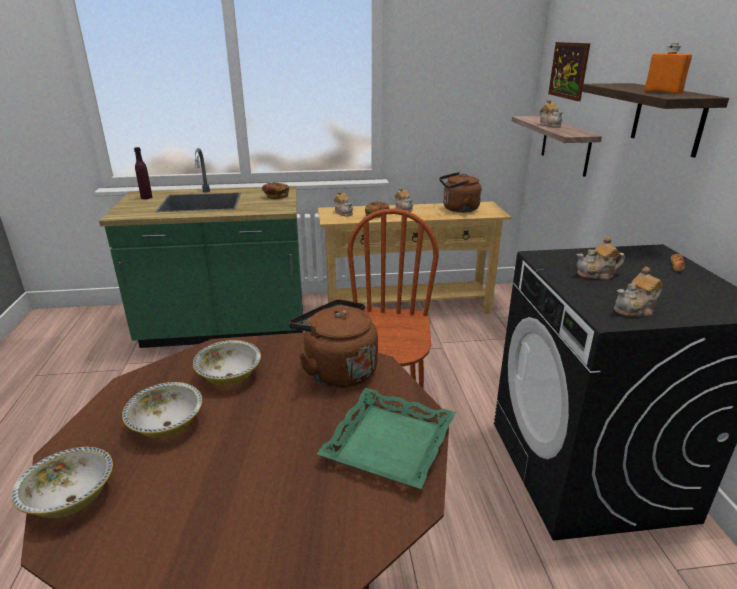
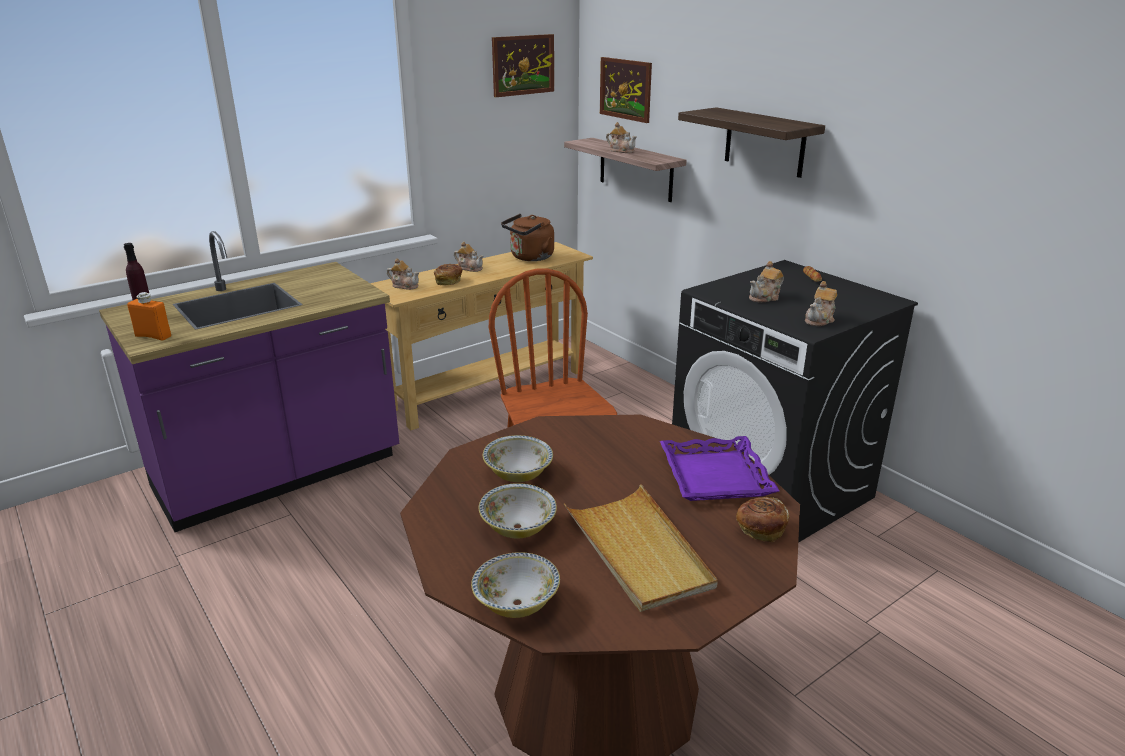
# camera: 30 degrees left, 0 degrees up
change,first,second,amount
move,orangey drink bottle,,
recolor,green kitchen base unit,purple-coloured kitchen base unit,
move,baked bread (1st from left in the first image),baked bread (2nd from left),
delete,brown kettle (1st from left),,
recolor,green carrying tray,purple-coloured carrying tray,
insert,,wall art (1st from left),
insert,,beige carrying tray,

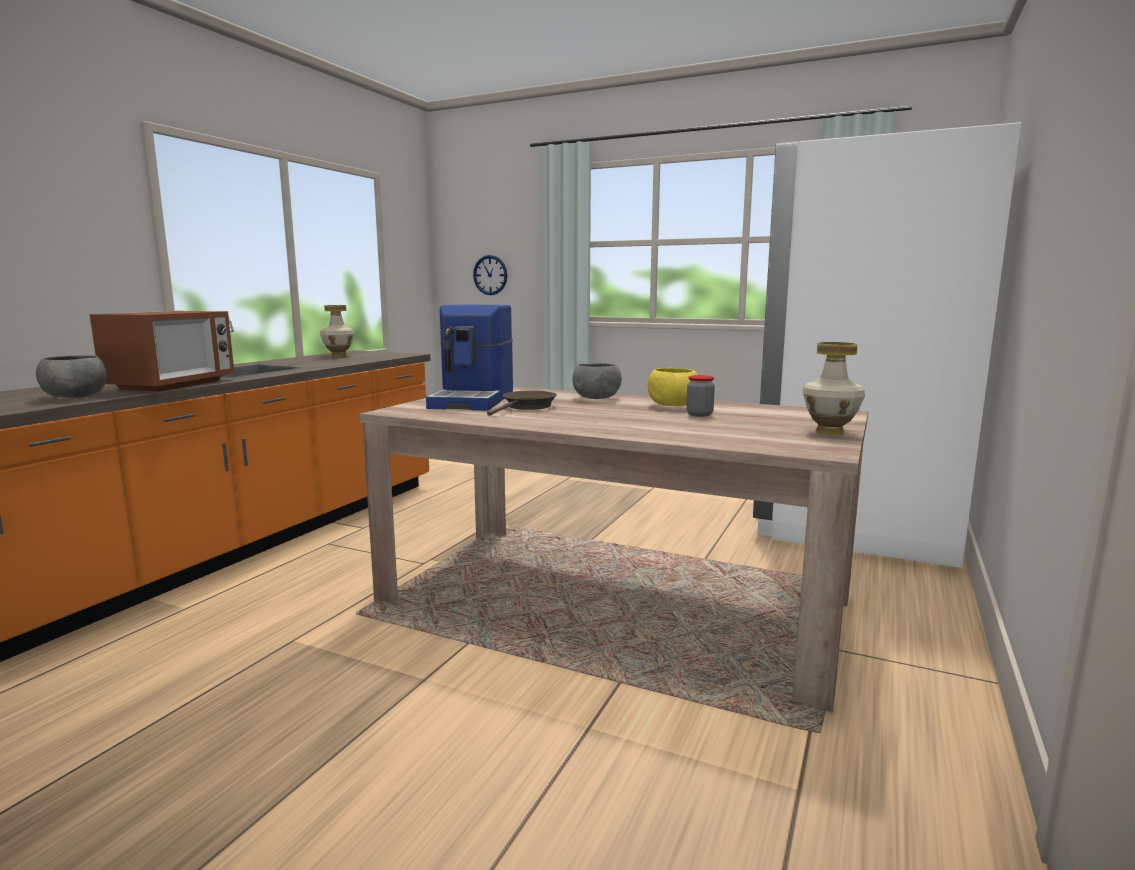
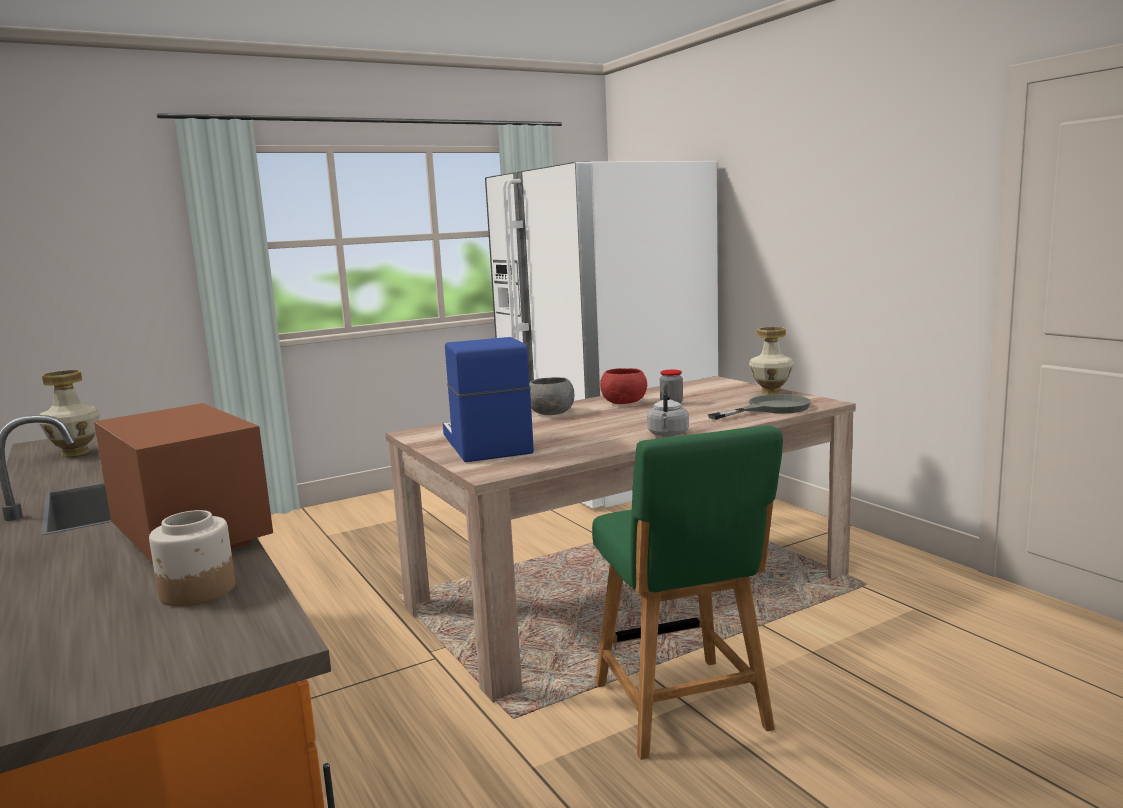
# camera: 55 degrees left, 0 degrees up
change,first,second,amount
delete,wall clock,,
rotate,coffee machine,,150 degrees counterclockwise
replace,greyish bowl (1st from left),jar (1st from left),
recolor,yellowish bowl,reddish bowl,
delete,brown frying pan,,
insert,,greyish kettle,
insert,,greyish frying pan,
insert,,green upright chair,

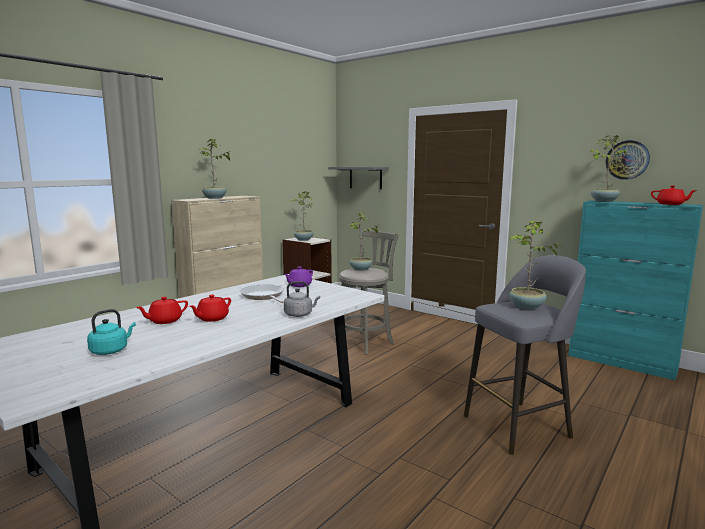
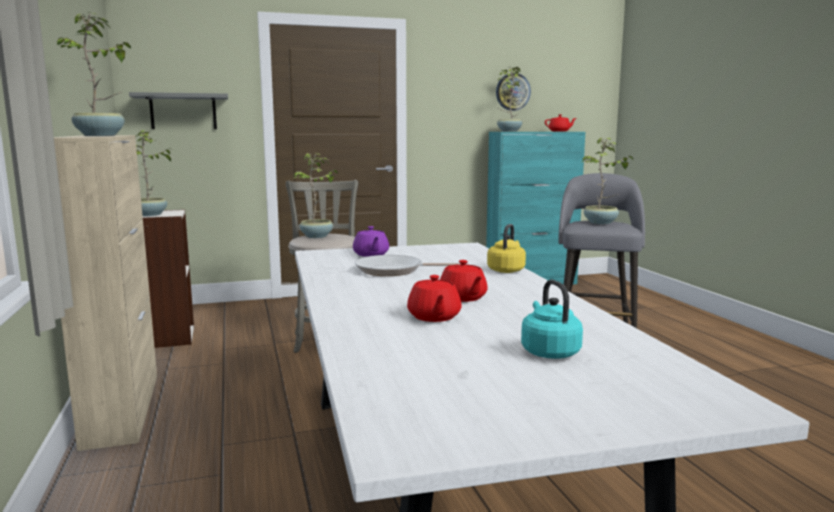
# camera: 55 degrees left, 0 degrees up
change,first,second,amount
recolor,greyish kettle,yellowish kettle,

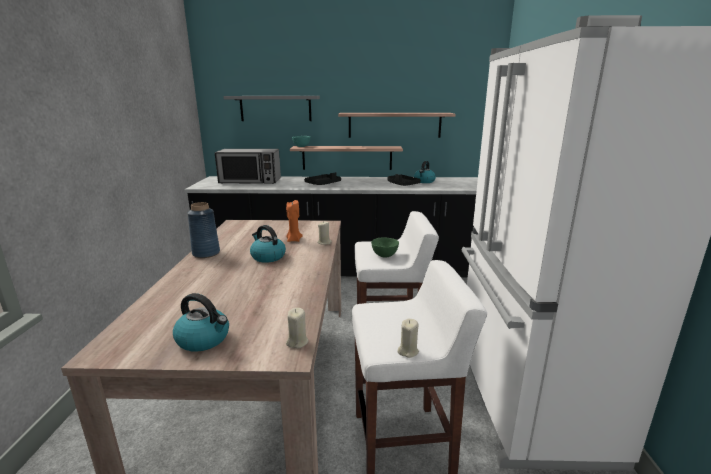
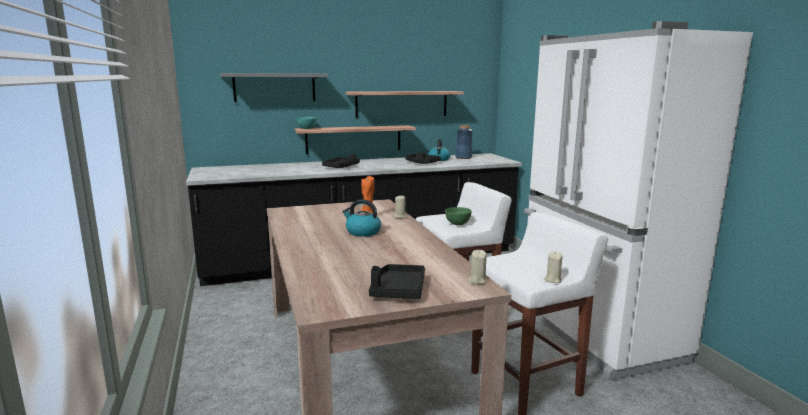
# camera: 20 degrees left, 5 degrees down
change,first,second,amount
delete,microwave oven,,
move,bluish vase,,
replace,kettle (1st from left),blackish carrying tray (2nd from left),

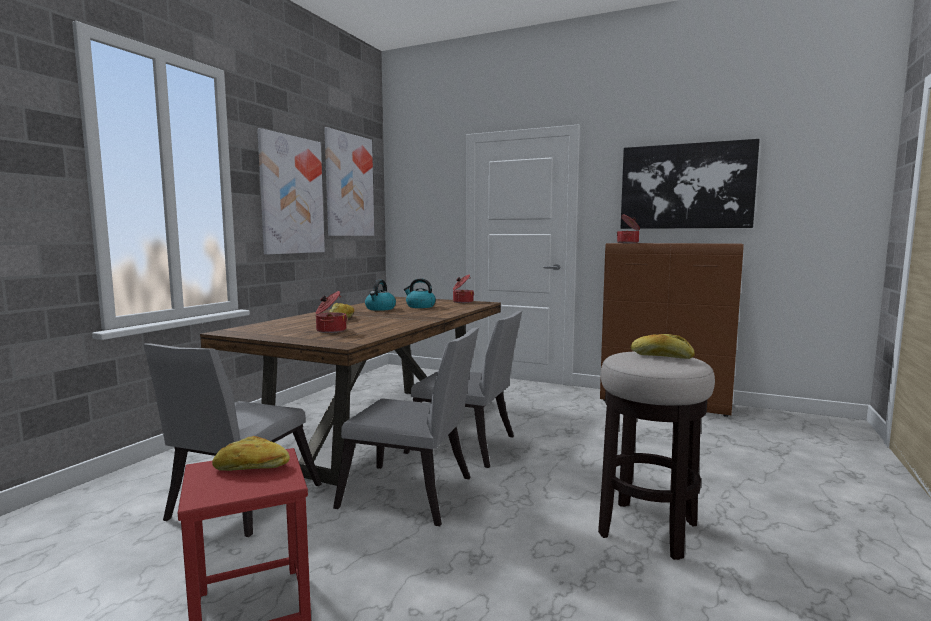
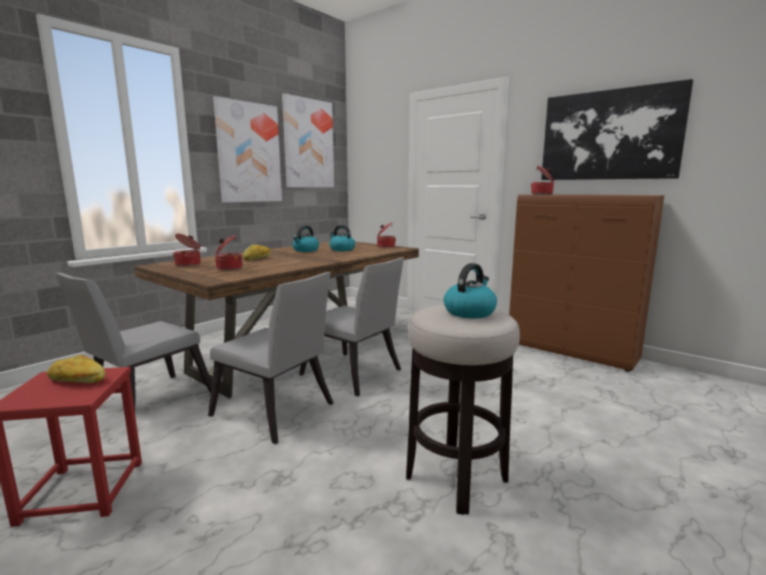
# camera: 15 degrees right, 5 degrees up
change,first,second,amount
replace,baked bread (3rd from left),kettle (3rd from left),
insert,,stockpot (1st from left),

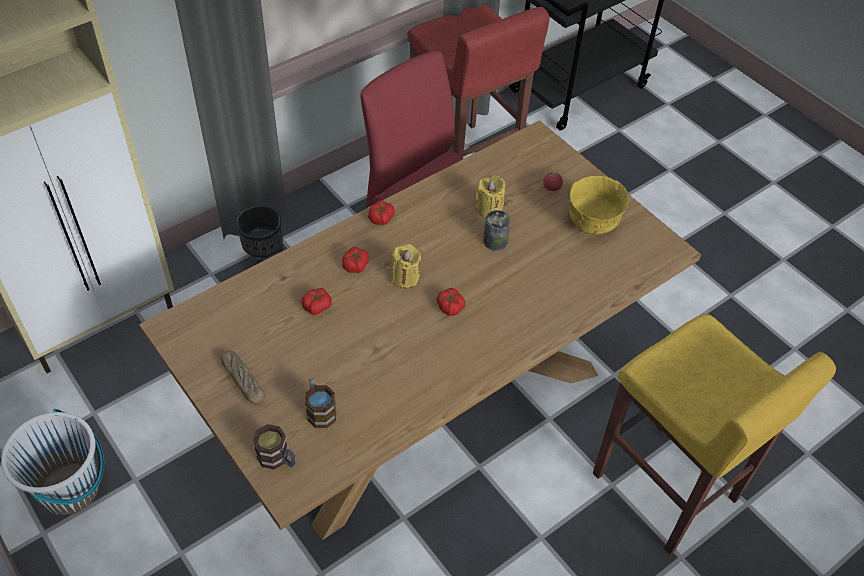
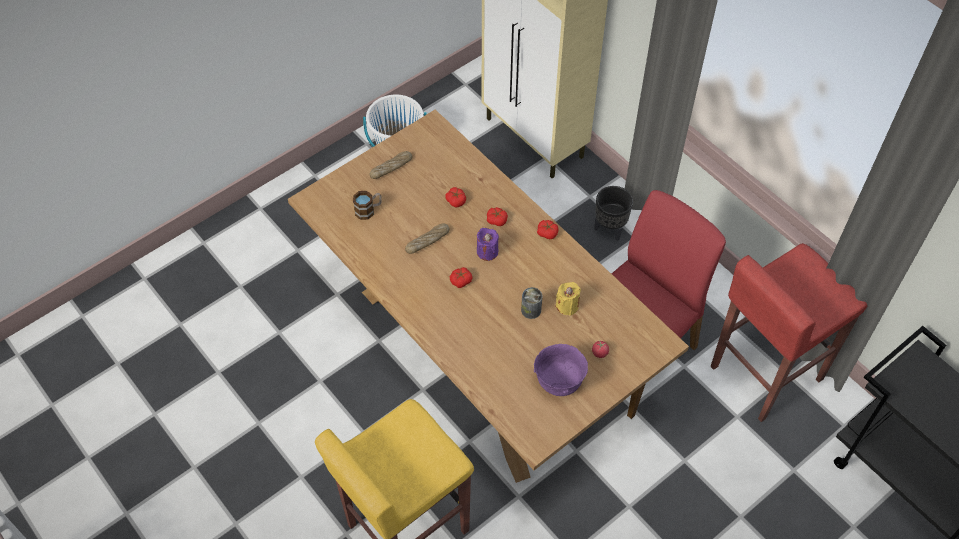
# camera: 90 degrees right, 5 degrees up
change,first,second,amount
recolor,yellowish bowl,purple-coloured bowl,
recolor,yellowish wax candle (1st from left),purple-coloured wax candle,
delete,mug (1st from left),,
insert,,baked bread (2nd from left),

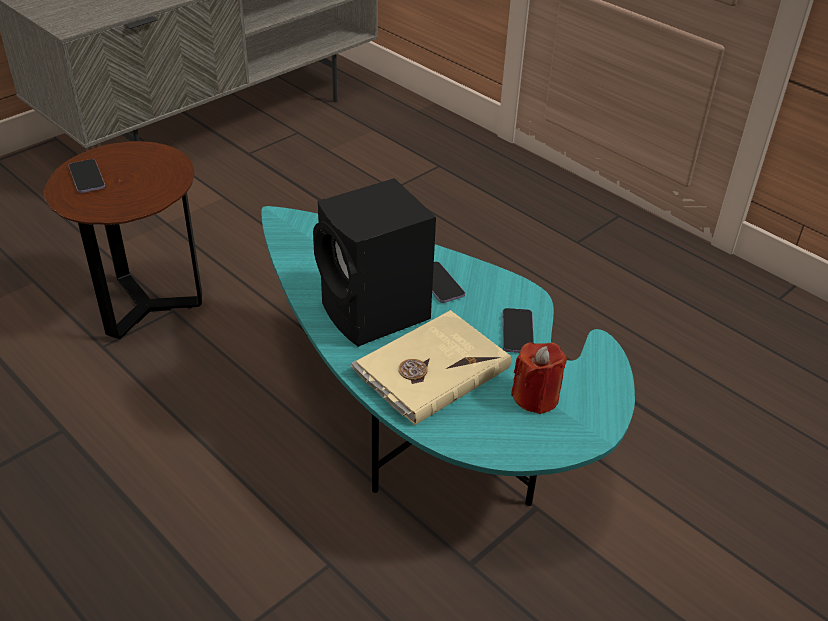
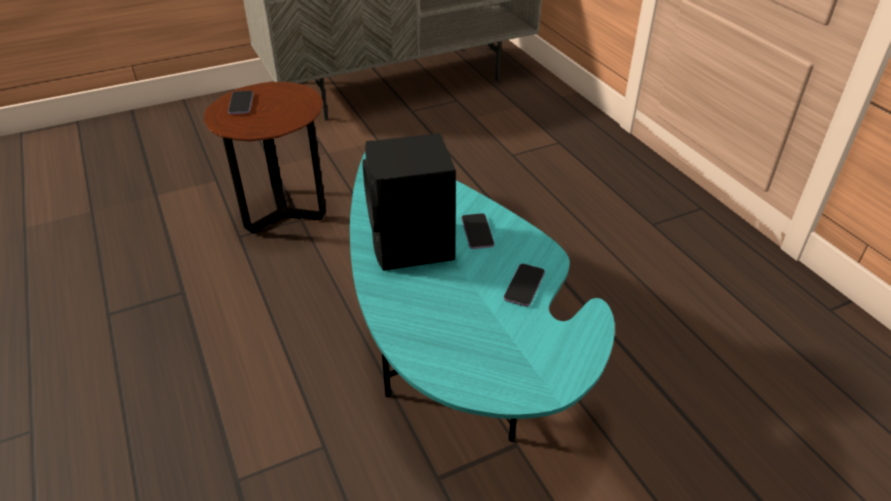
# camera: 20 degrees right, 0 degrees up
change,first,second,amount
delete,beige book,,
delete,reddish wax candle,,

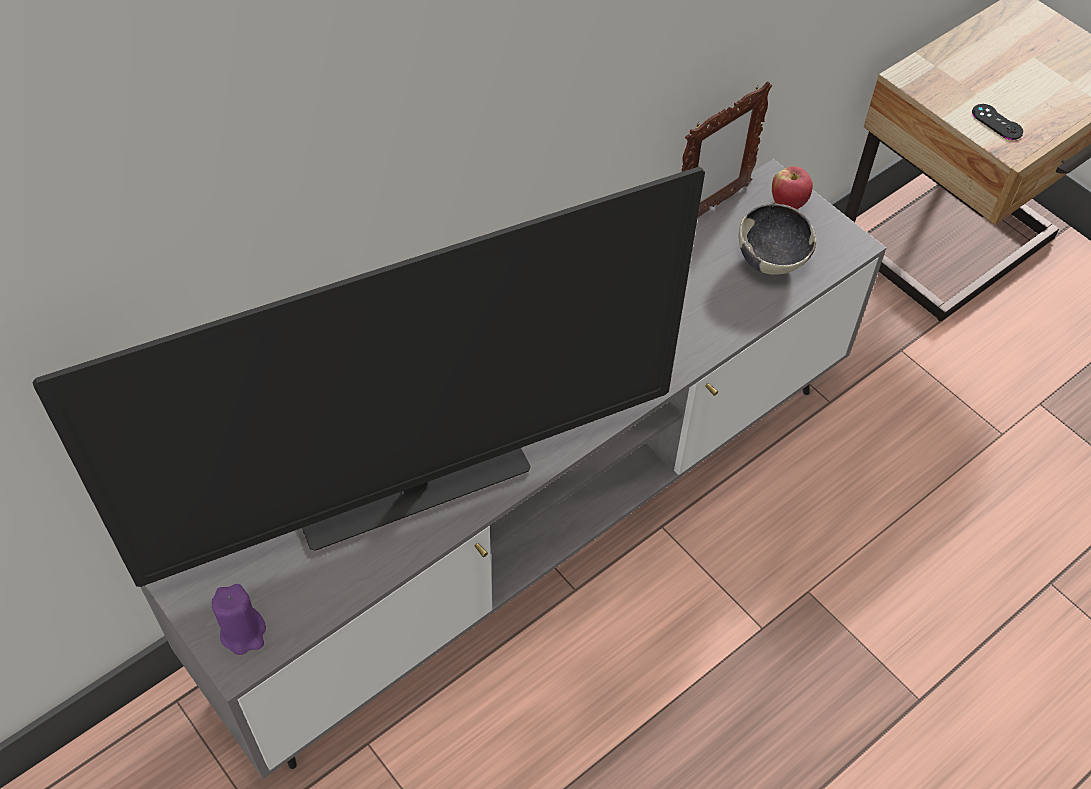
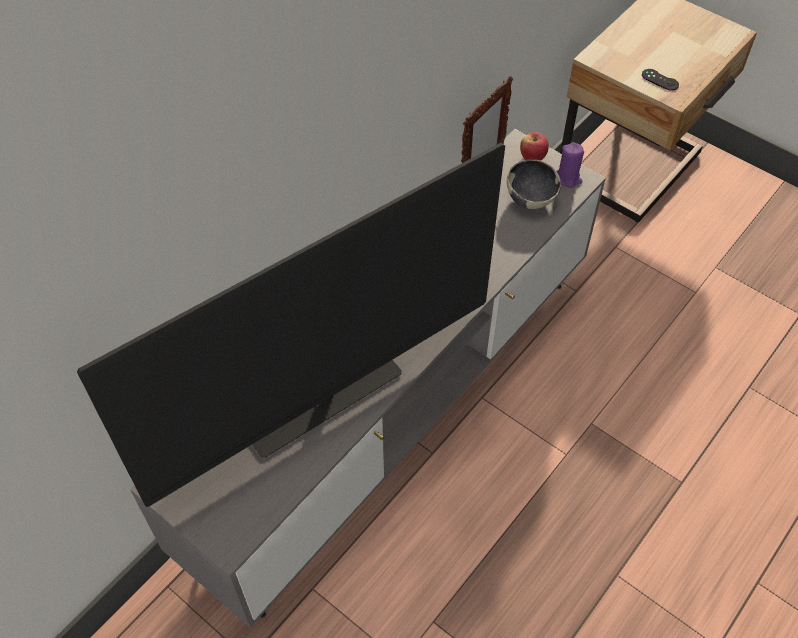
# camera: 10 degrees left, 0 degrees up
change,first,second,amount
move,purple-coloured wax candle,,

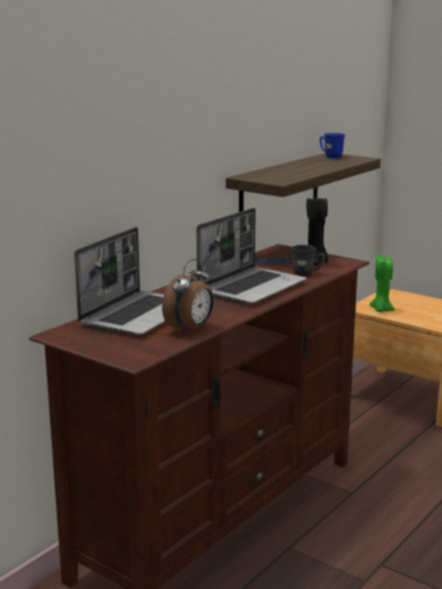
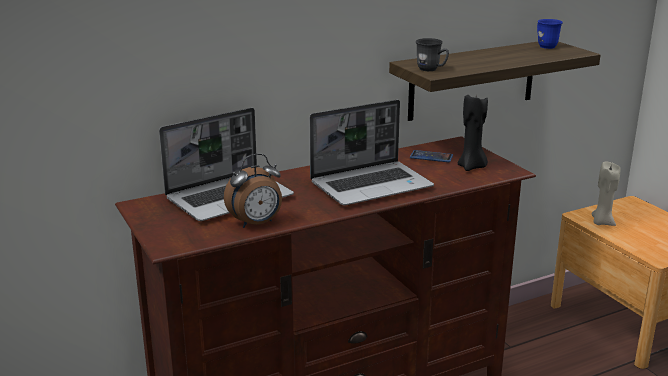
# camera: 25 degrees right, 5 degrees up
change,first,second,amount
move,greyish mug,,
recolor,green wax candle,beige wax candle,

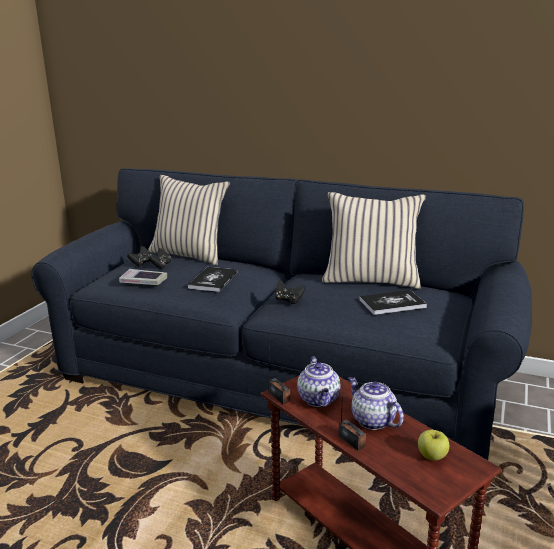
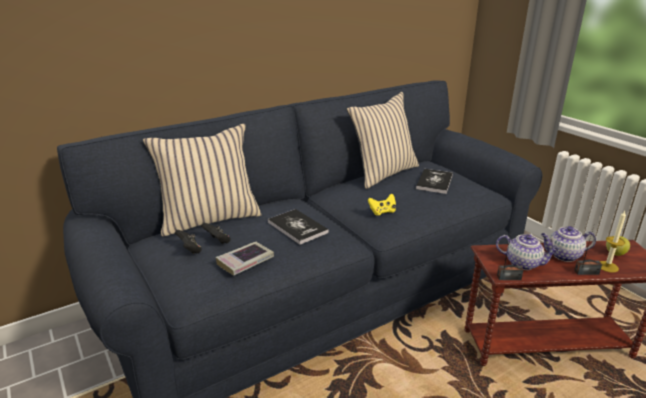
# camera: 55 degrees left, 5 degrees up
change,first,second,amount
recolor,blackish game controller (3rd from left),yellowish game controller,
insert,,wax candle,

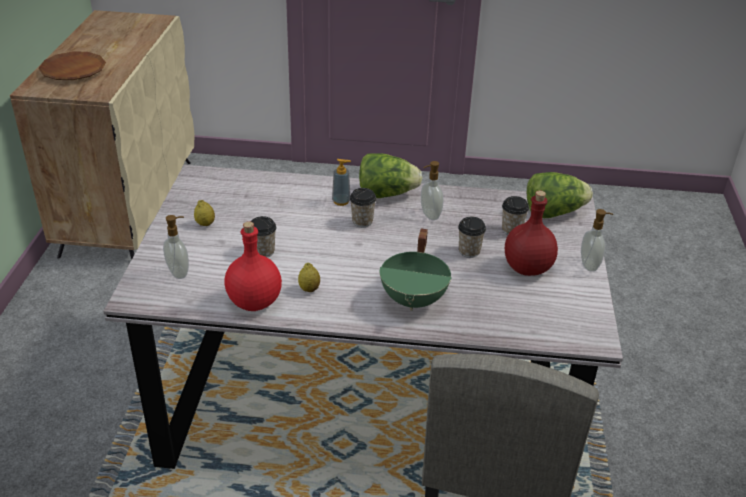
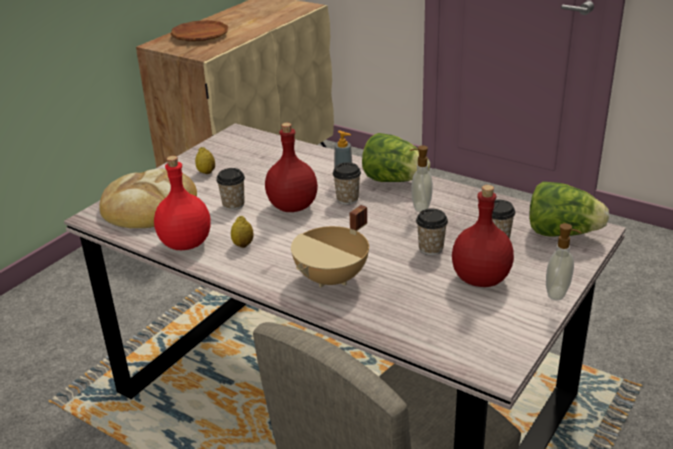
# camera: 30 degrees right, 5 degrees down
change,first,second,amount
replace,soap dispenser (1st from left),baked bread,
recolor,green stockpot,beige stockpot,
insert,,reddish drink bottle (2nd from left),

